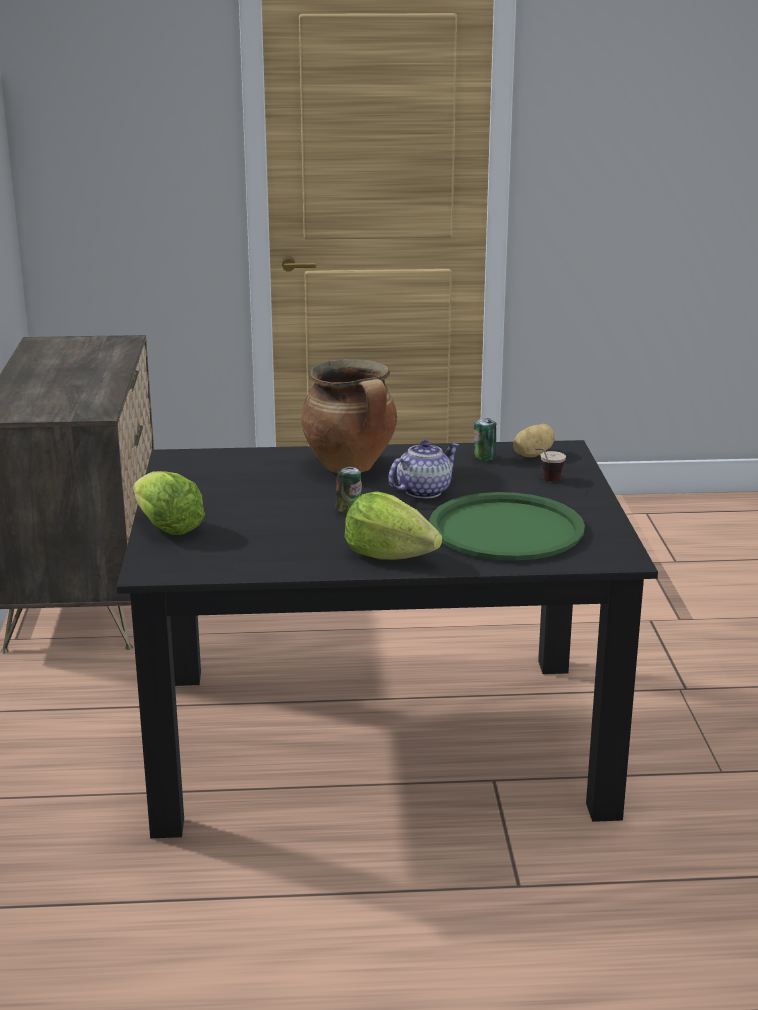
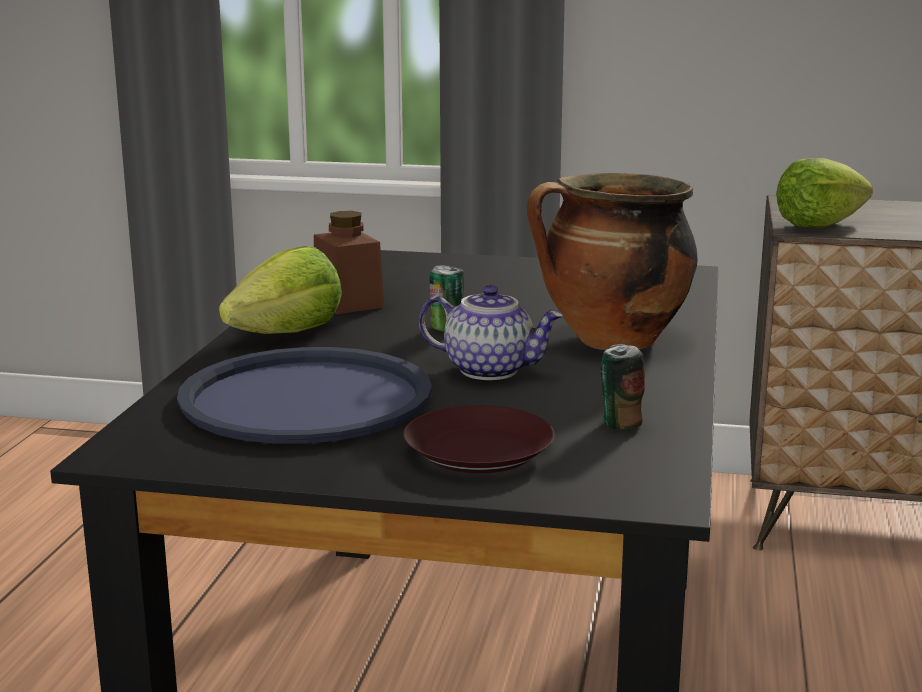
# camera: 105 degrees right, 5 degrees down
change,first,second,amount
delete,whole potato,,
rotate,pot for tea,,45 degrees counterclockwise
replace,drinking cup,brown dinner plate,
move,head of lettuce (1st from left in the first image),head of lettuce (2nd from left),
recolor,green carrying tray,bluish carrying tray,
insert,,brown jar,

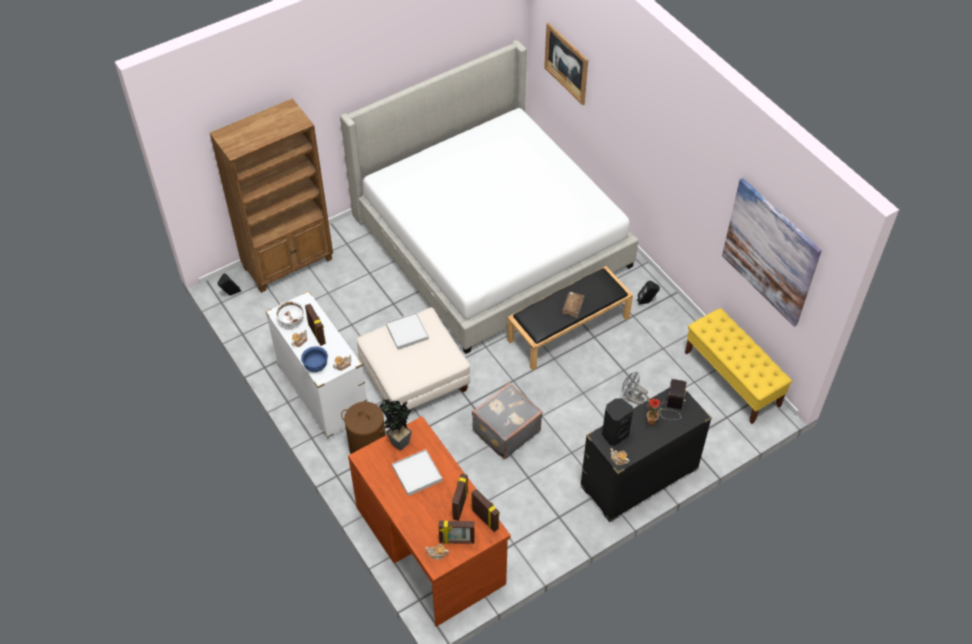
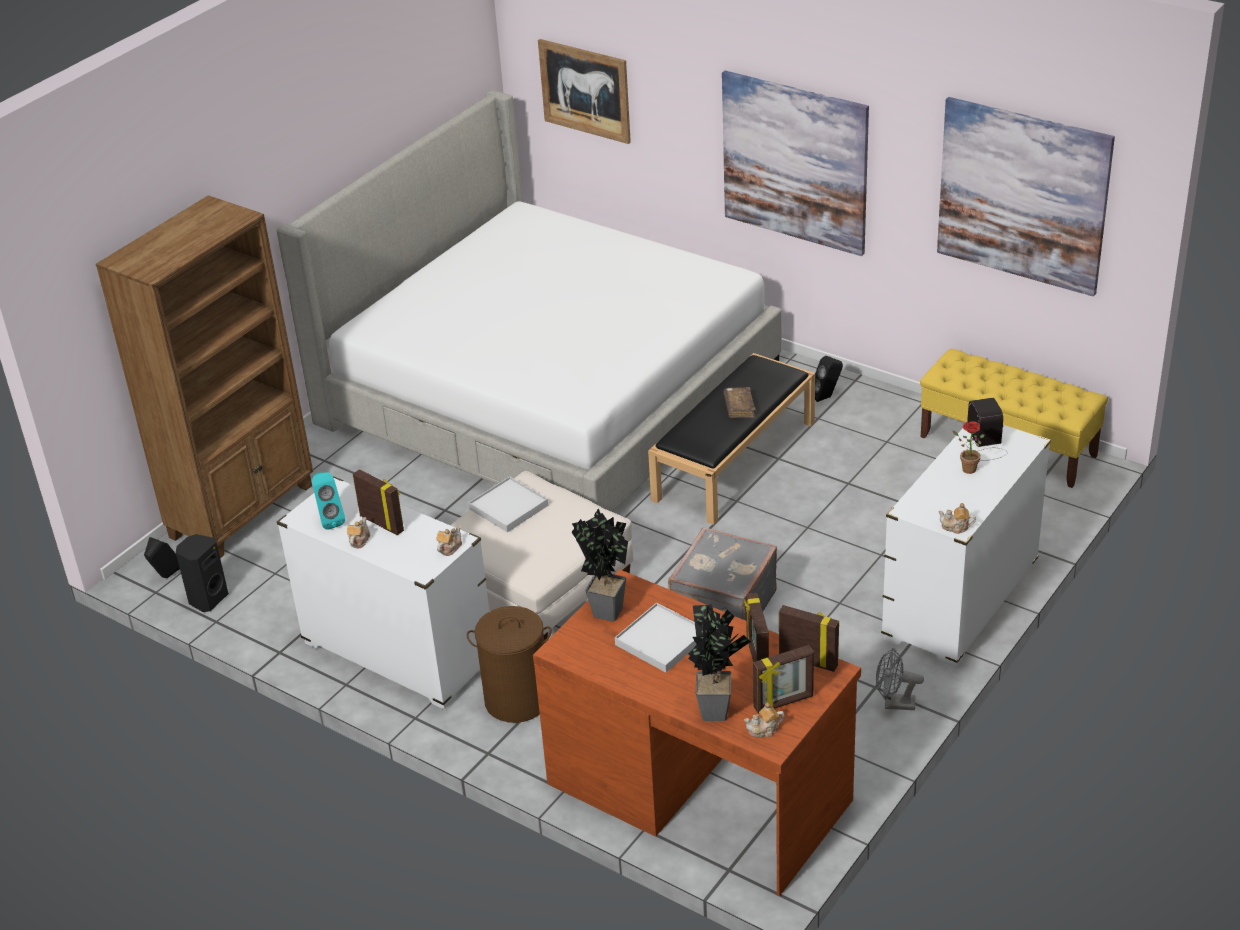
# camera: 20 degrees left, 15 degrees down
change,first,second,amount
replace,white-coloured bowl,blue-green audio speaker,
delete,bluish bowl,,
move,greyish cooling fan,,
recolor,blackish drawer chest,white-coloured drawer chest (2nd from left),
move,blackish audio speaker (2nd from left),,
insert,,wall art (2nd from left),
insert,,plant in a pot (2nd from left),

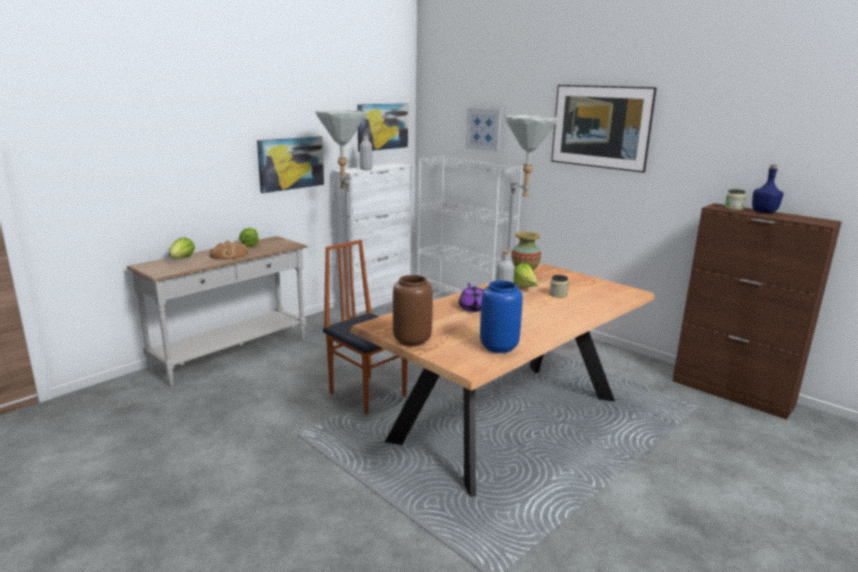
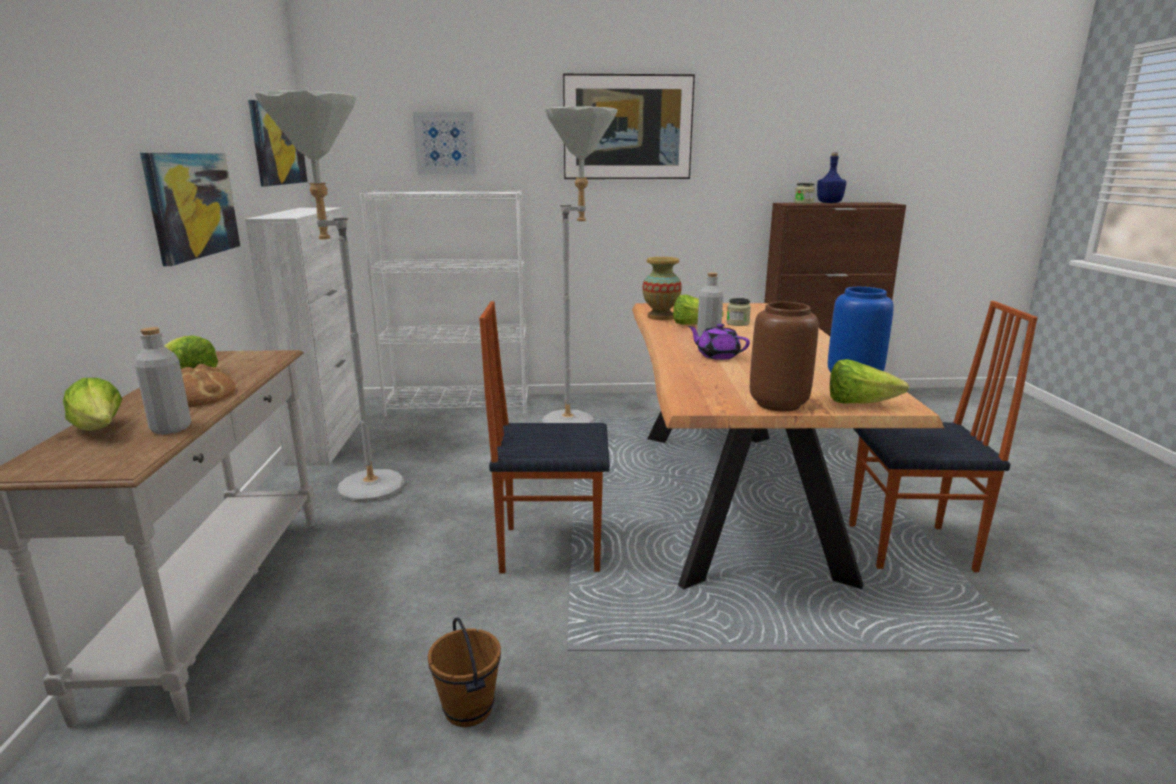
# camera: 45 degrees left, 0 degrees up
change,first,second,amount
move,greyish drink bottle (1st from left),,
insert,,upright chair (2nd from left),
insert,,head of lettuce (4th from left),
insert,,brown bucket,

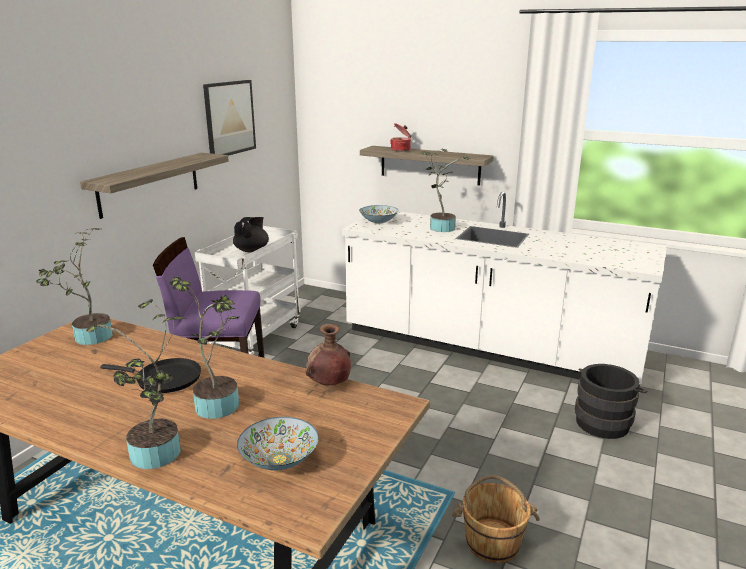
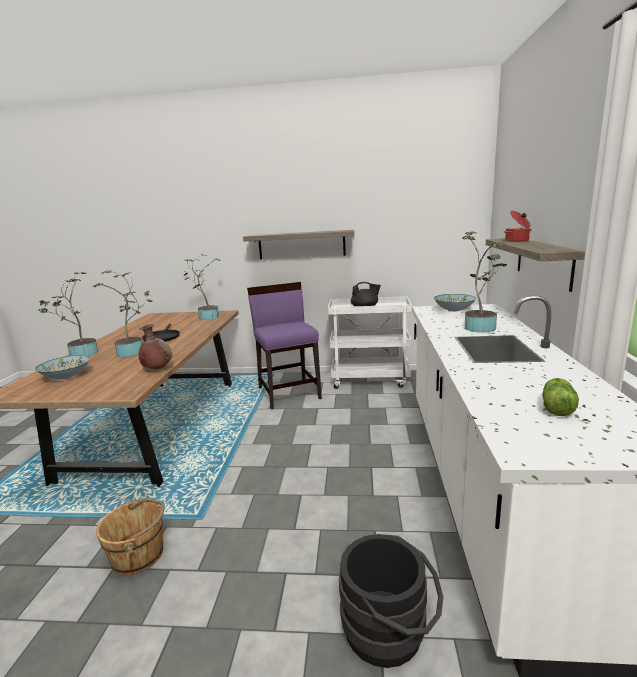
# camera: 70 degrees right, 5 degrees down
change,first,second,amount
delete,wall art,,
insert,,head of lettuce,

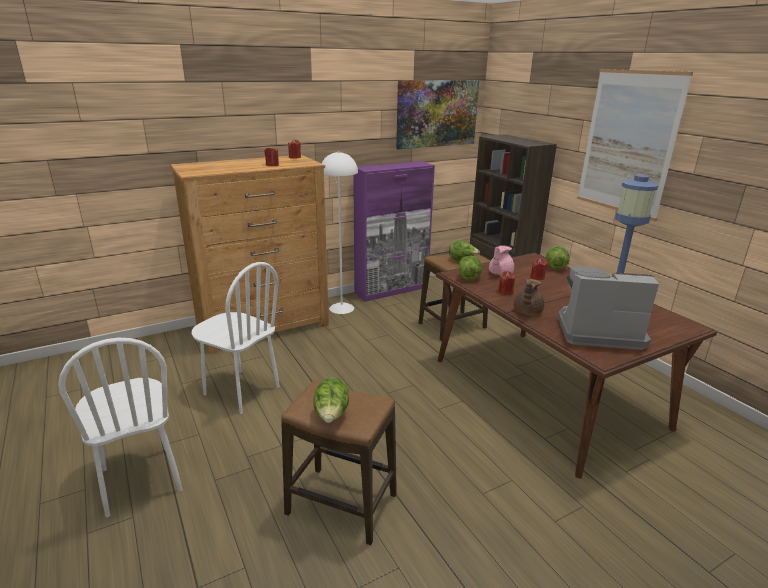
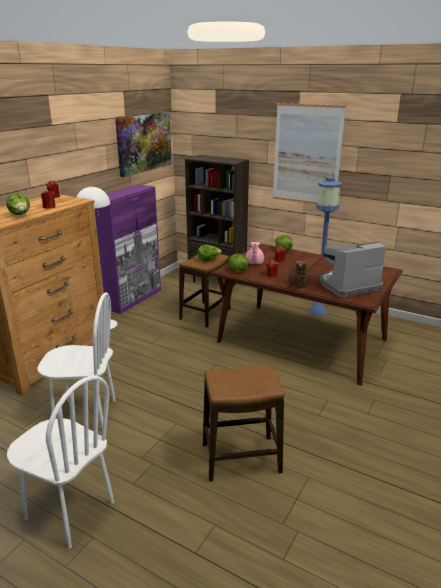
# camera: 30 degrees left, 0 degrees up
change,first,second,amount
move,head of lettuce (1st from left),,

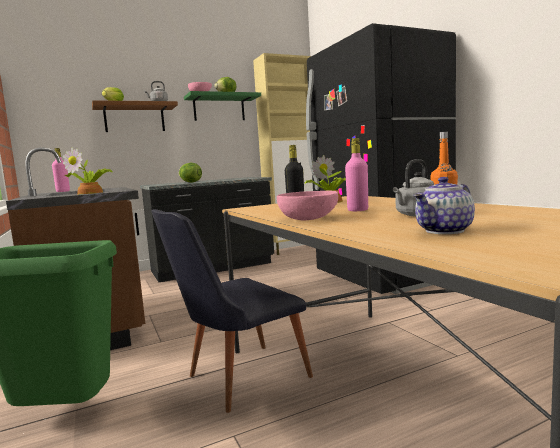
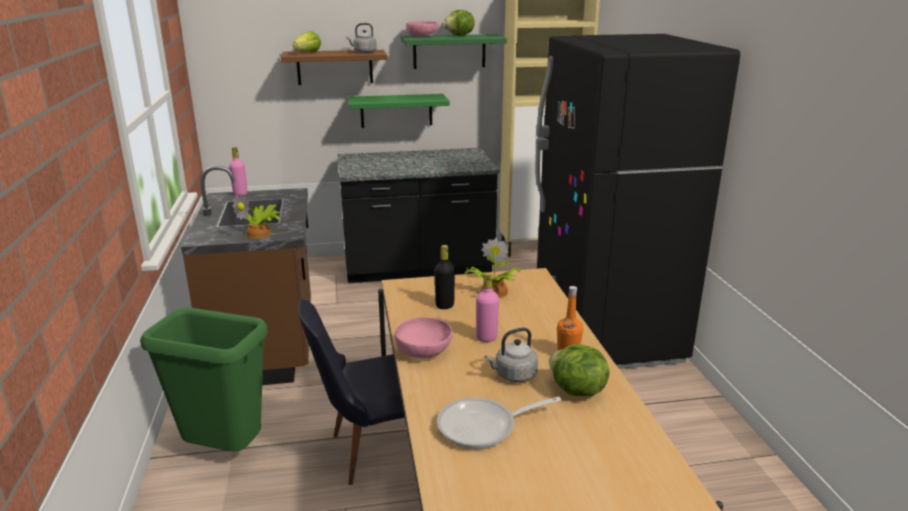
# camera: 15 degrees right, 15 degrees up
change,first,second,amount
move,head of lettuce (2nd from left in the first image),head of lettuce (3rd from left),
replace,pot for tea,frying pan,
insert,,green shelf (1st from left),

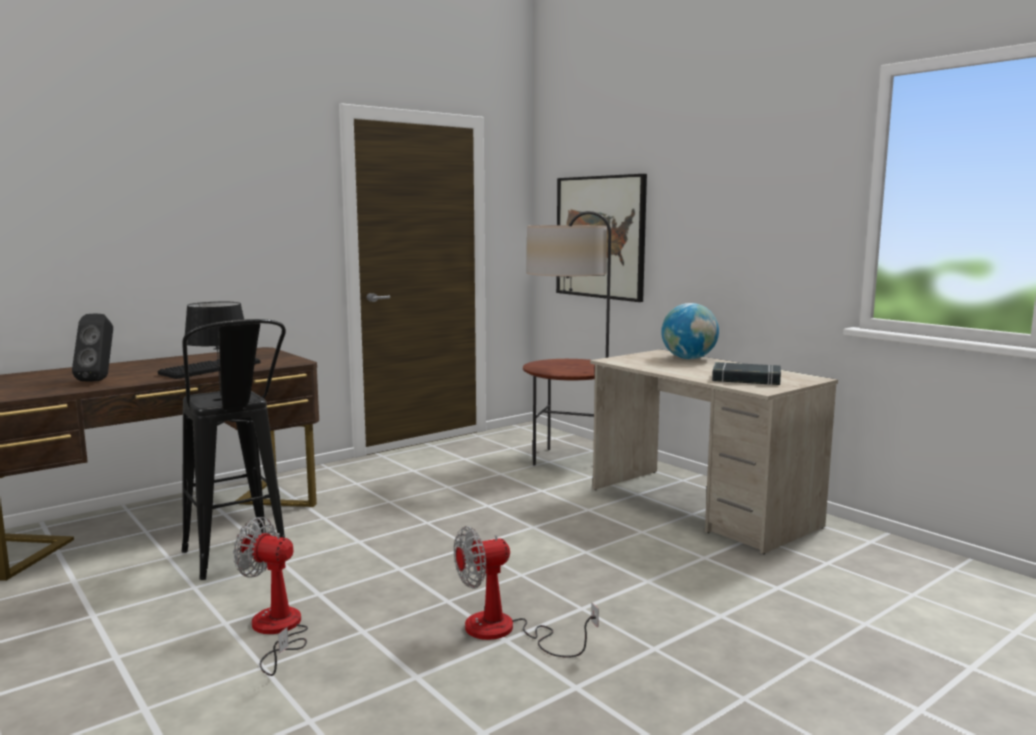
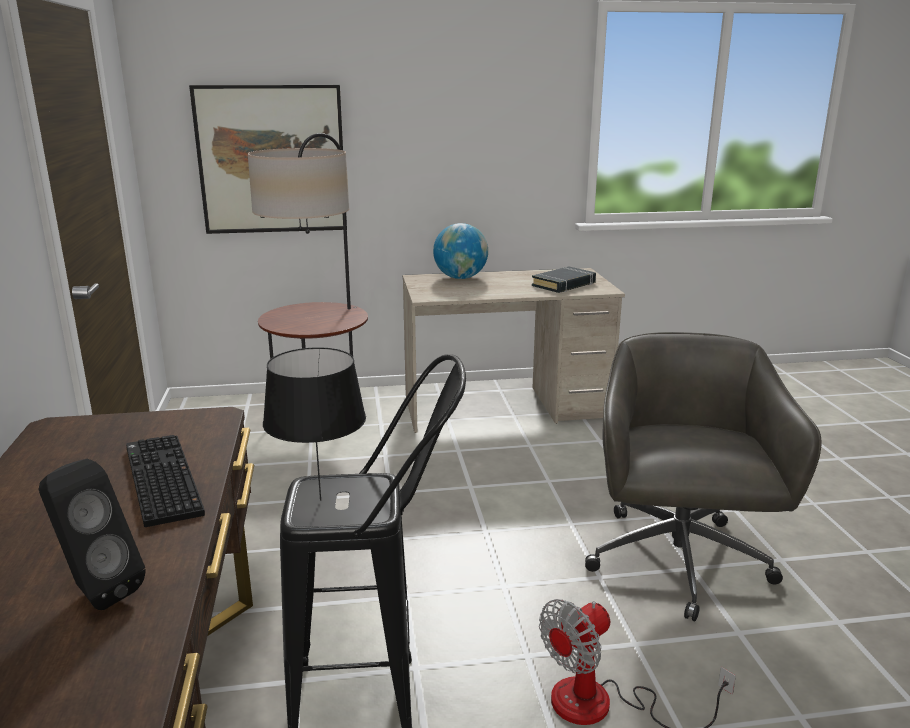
# camera: 60 degrees left, 10 degrees up
change,first,second,amount
replace,cooling fan (2nd from left),greyish computer chair,

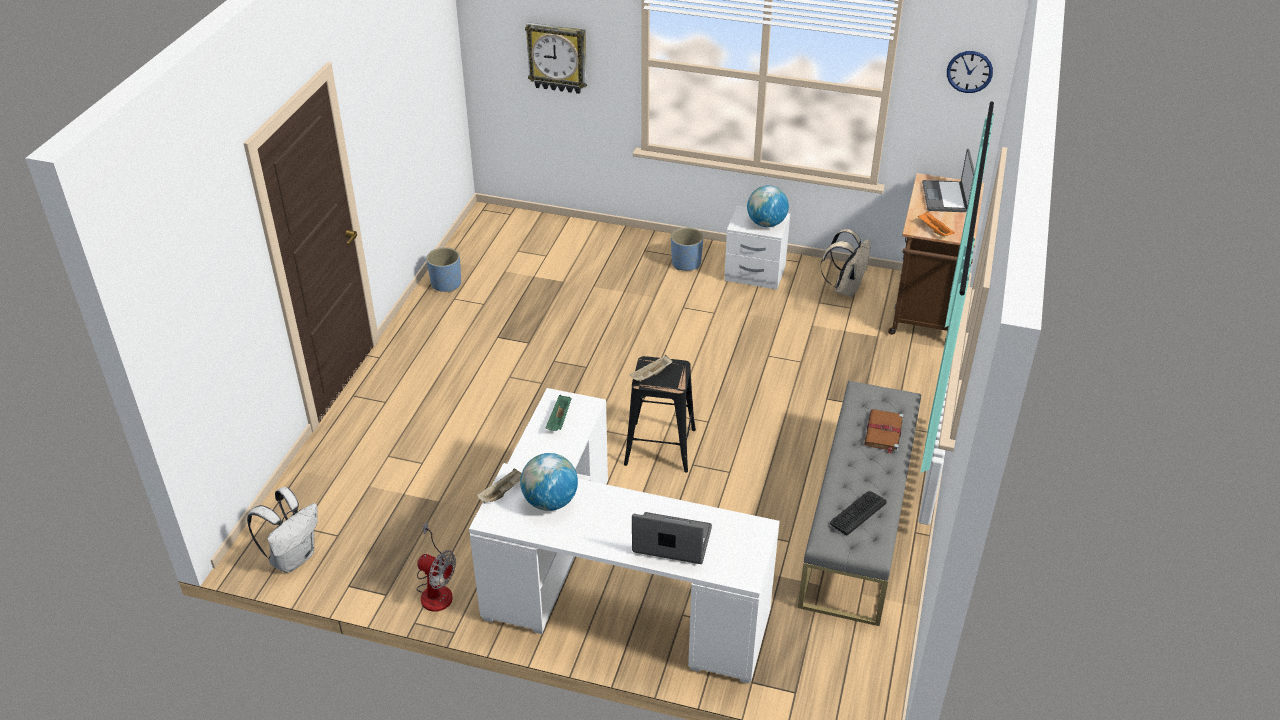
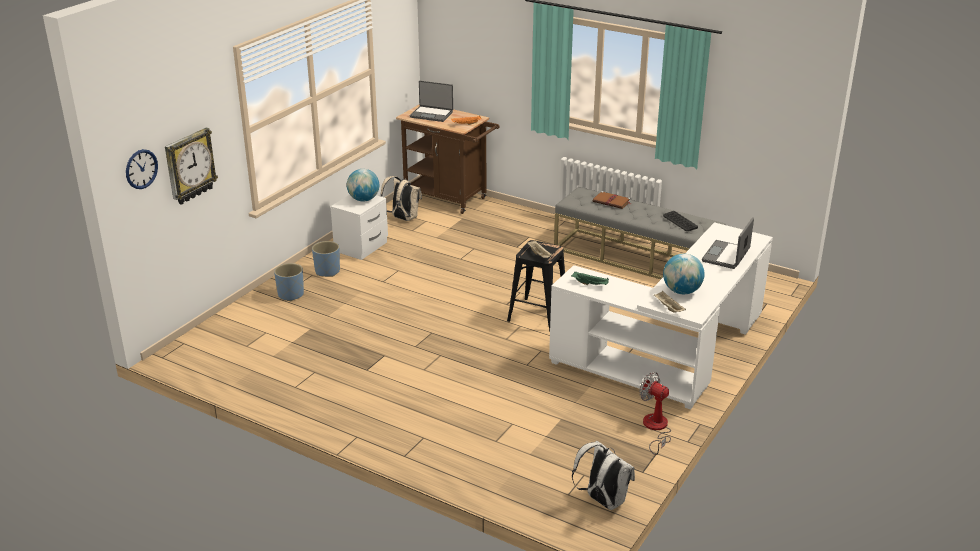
# camera: 75 degrees left, 10 degrees down
change,first,second,amount
move,wall clock (2nd from left in the first image),wall clock (1st from left),
move,bluish plant pot (1st from left),,
rotate,cooling fan,,90 degrees counterclockwise

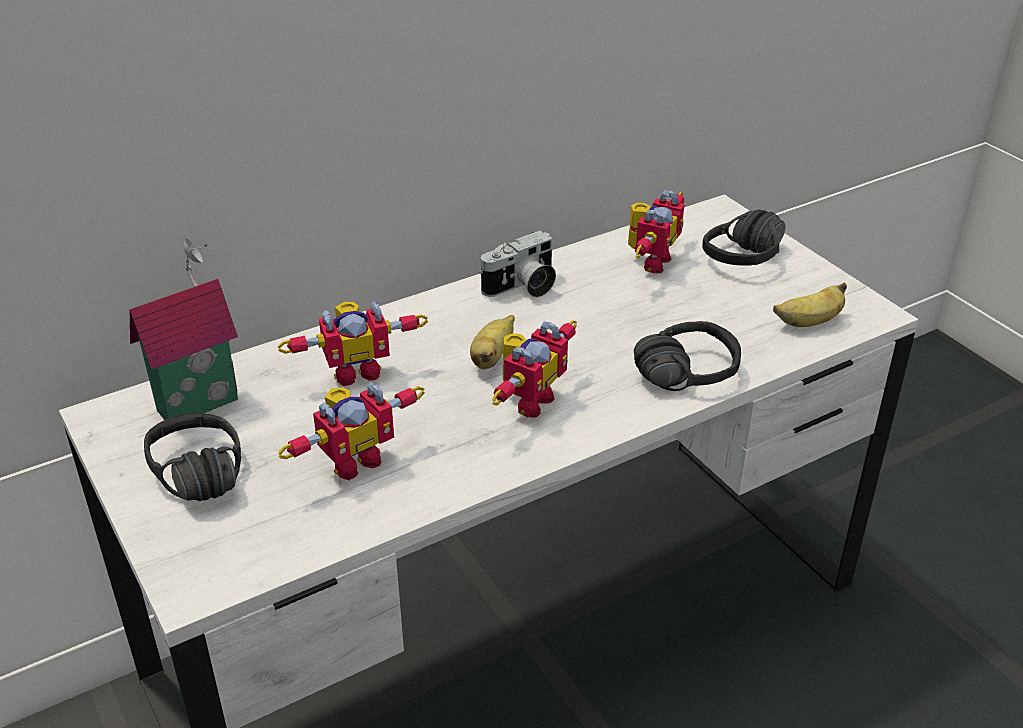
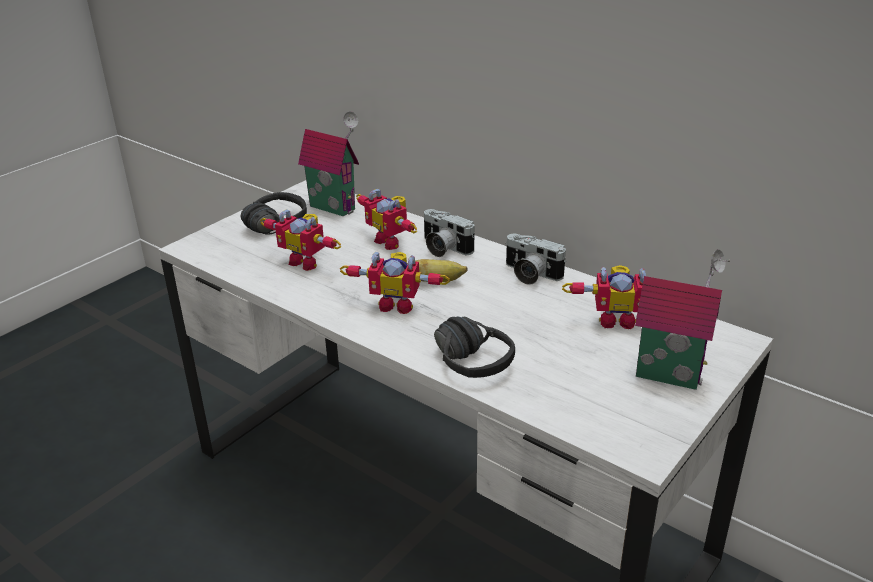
# camera: 70 degrees right, 5 degrees down
change,first,second,amount
replace,blackish headset (3rd from left),miniature house (2nd from left),
delete,banana (2nd from left),,
insert,,photo camera (1st from left),

